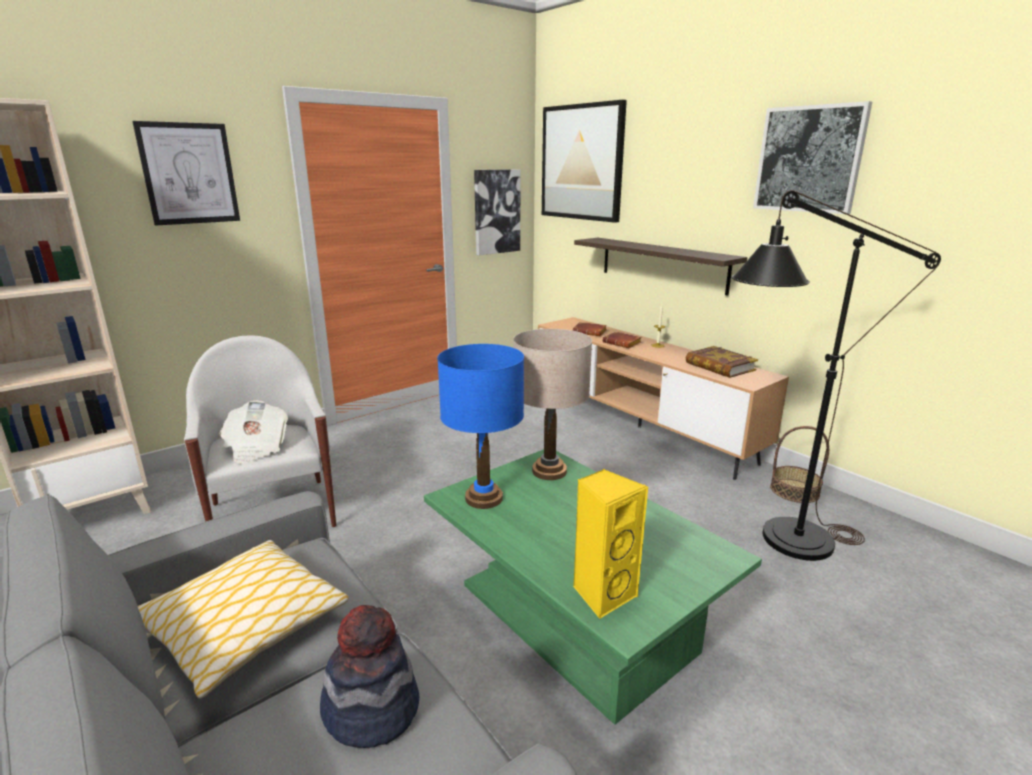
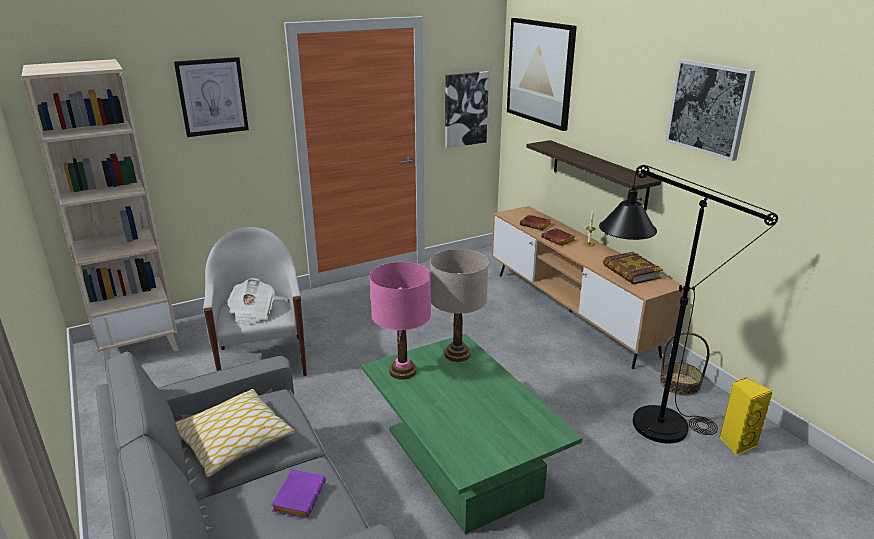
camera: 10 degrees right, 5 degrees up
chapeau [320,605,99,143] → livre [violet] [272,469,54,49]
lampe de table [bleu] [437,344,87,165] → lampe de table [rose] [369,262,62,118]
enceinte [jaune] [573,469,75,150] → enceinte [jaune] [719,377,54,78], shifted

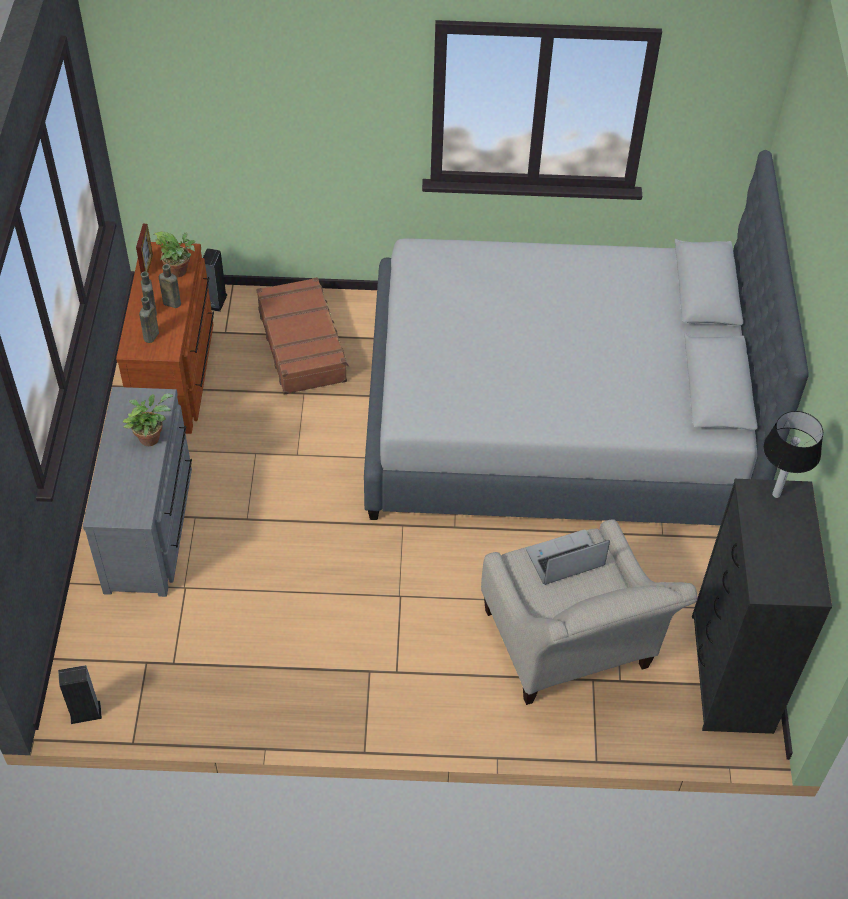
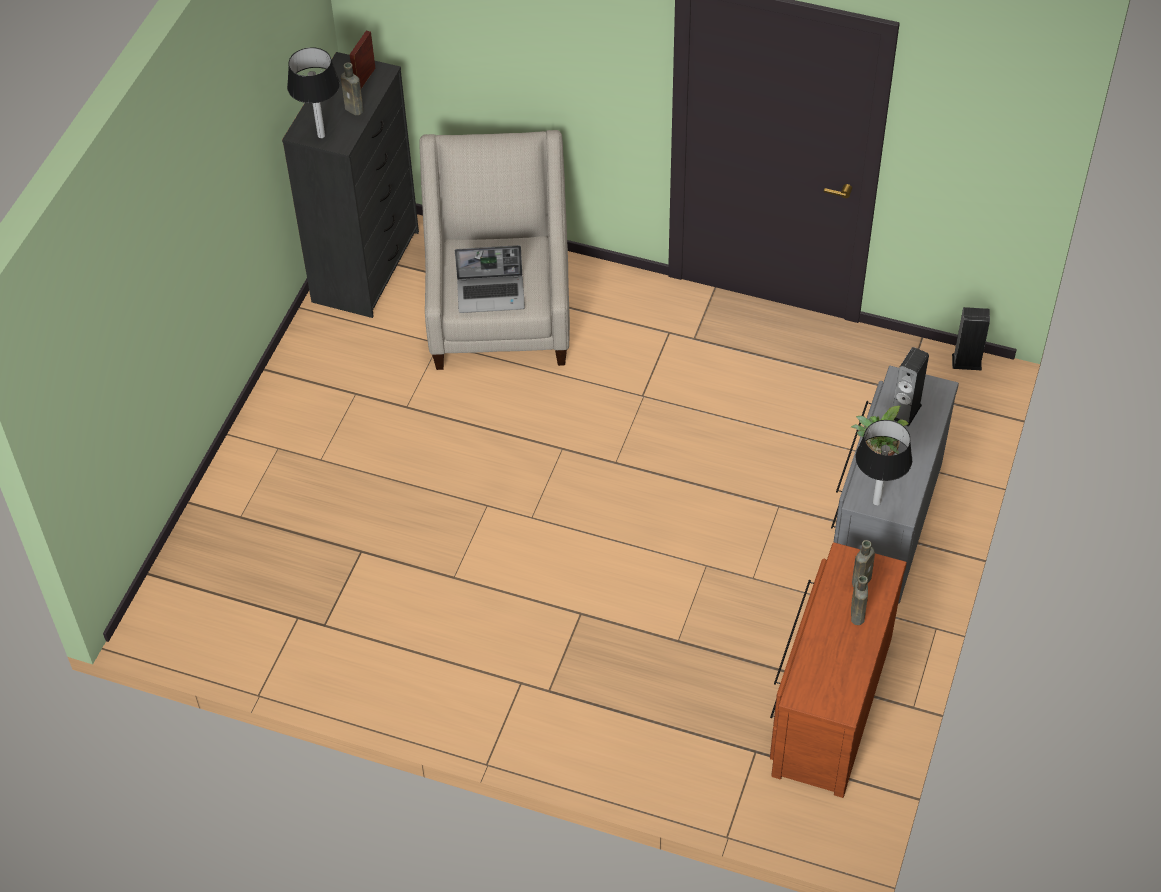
camera: 160 degrees left, 0 degrees up
cadre photo [136,224,17,49] → cadre photo [350,31,25,58], shifted
plante en pot [154,232,42,45] → -
bouteille [marron] [159,264,22,44] → bouteille [marron] [341,62,22,53], shifted
enceinte [203,248,25,64] → enceinte [893,347,36,80], shifted
valise [marron] [256,277,93,118] → -
lit [gris] [364,150,445,375] → -
- → lampe de table [856,420,56,86]

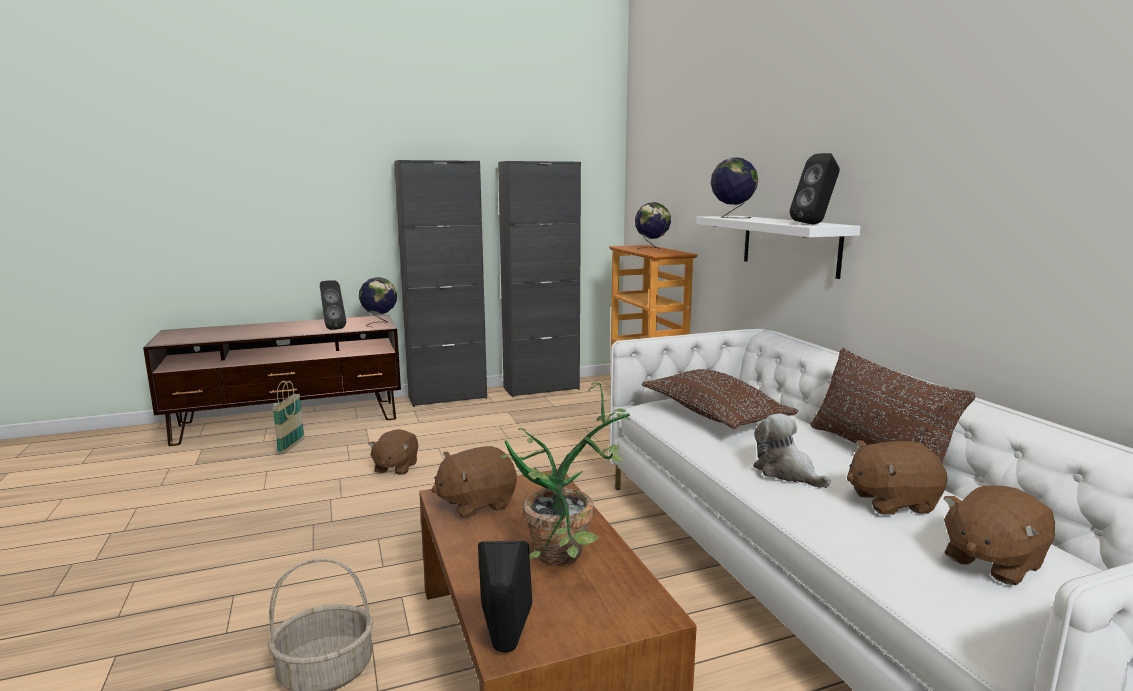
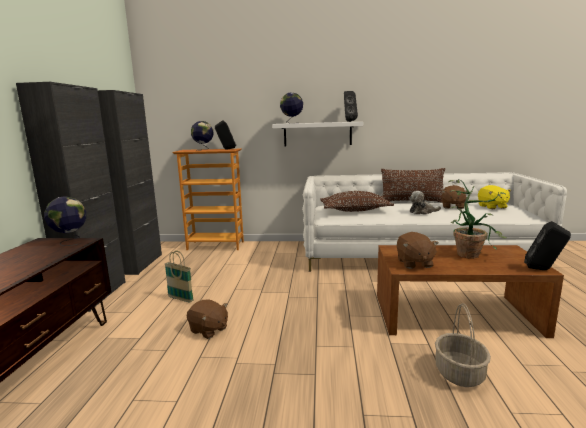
camera: 65 degrees left, 0 degrees up
panier [272,381,33,73] → panier [165,251,29,51], shifted
enceinte [noir] [320,280,26,50] → enceinte [noir] [215,120,21,29], shifted
peluche [marron] [943,486,112,99] → peluche [jaune] [478,185,33,24]

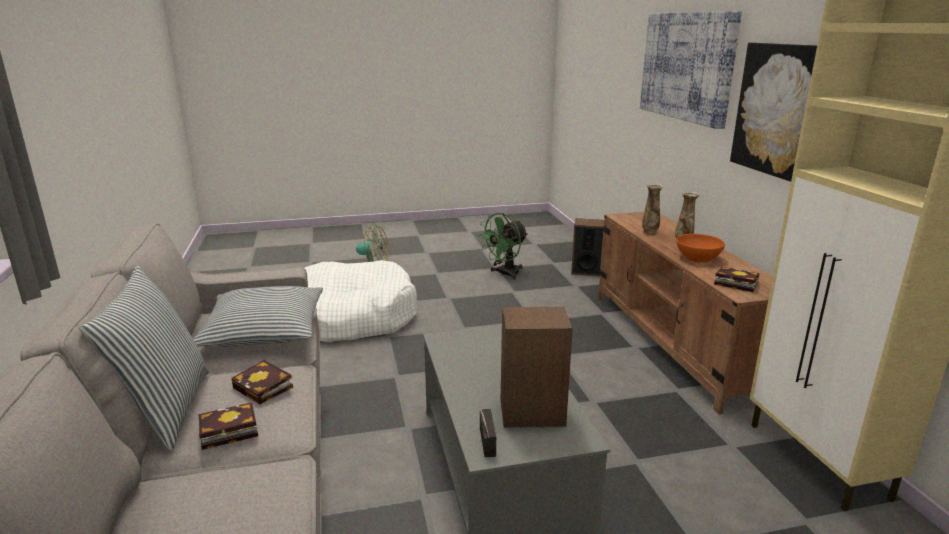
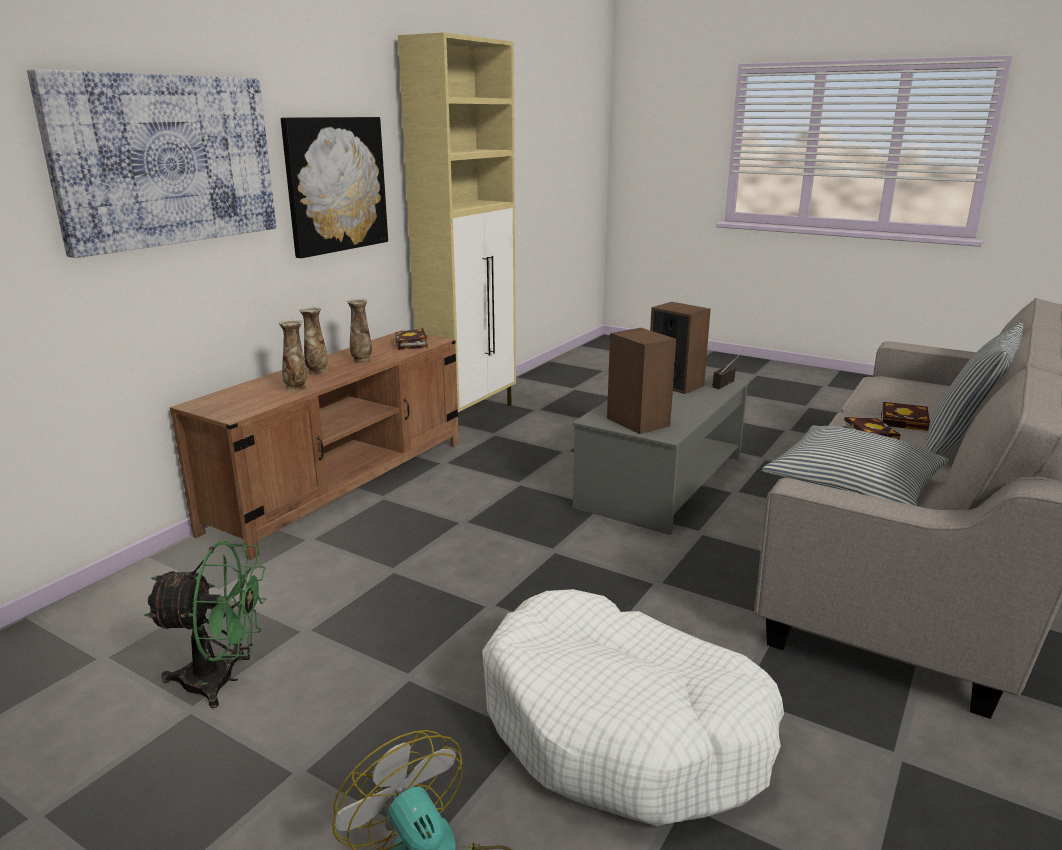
camera: 135 degrees left, 0 degrees up
enceinte [571,218,33,58] → enceinte [607,328,69,106], shifted
bol [orange] [676,234,49,29] → vase [347,299,25,65]

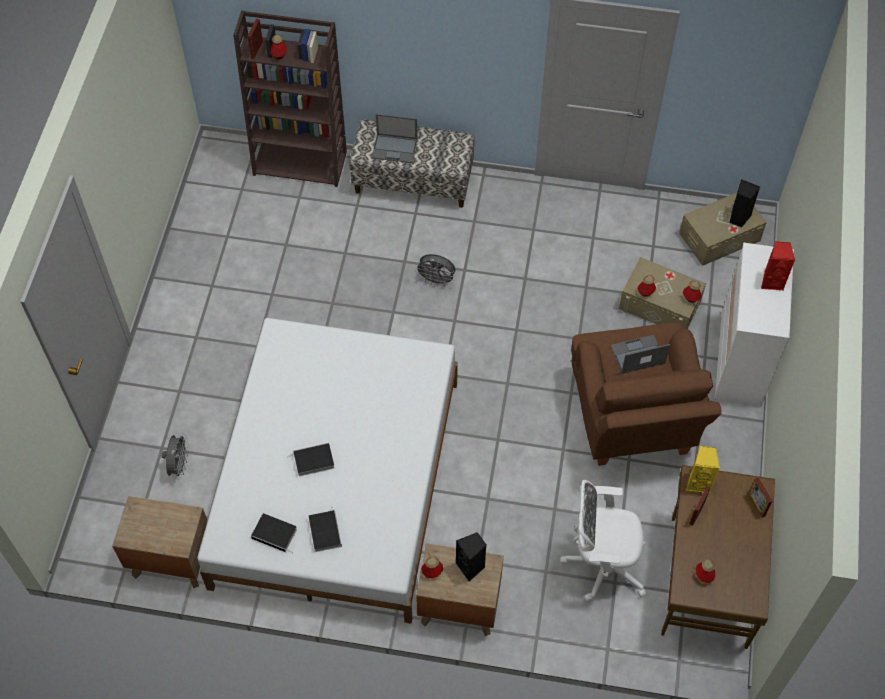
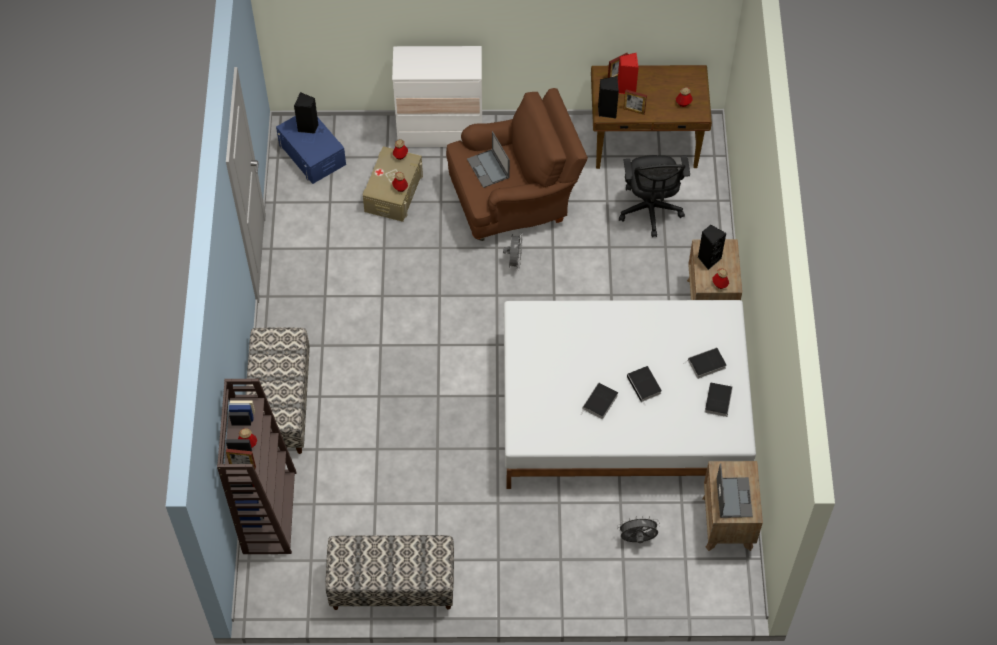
camera: 100 degrees left, 0 degrees up
ordinateur portable [372,114,46,49] → ordinateur portable [716,463,37,55], shifted
ventilateur [gris] [415,254,41,32] → ventilateur [gris] [503,232,20,39], shifted
chaise de bureau [blanc] [560,480,86,122] → chaise de bureau [noir] [619,155,71,82]
boîte de rangement [beige] [679,193,88,73] → boîte de rangement [bleu] [276,116,70,68]
enceinte [jaune] [686,446,34,47] → enceinte [noir] [598,76,21,43]
enceinte [rouge] [761,241,34,49] → enceinte [rouge] [618,53,21,41], shifted
- → banc [326,535,128,75]
- → livre [581,382,37,37]

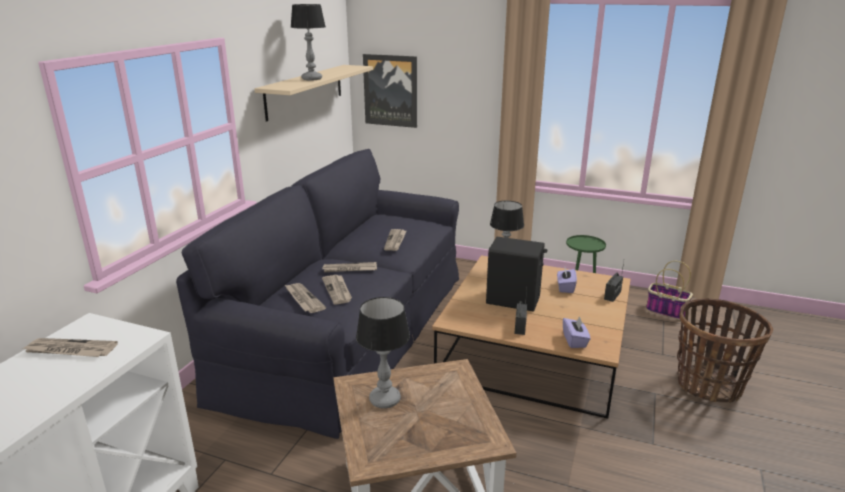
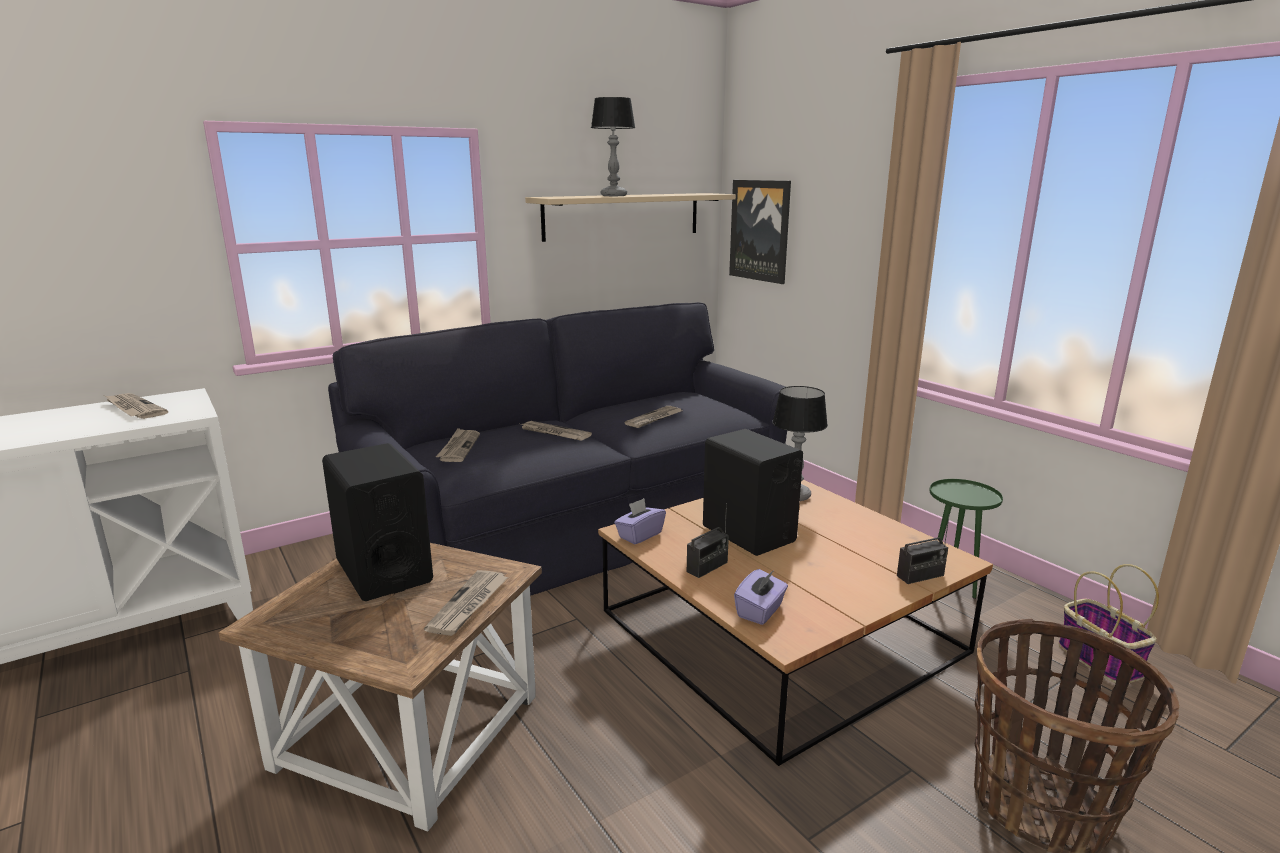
camera: 35 degrees right, 5 degrees down
journal [322,275,30,30] → journal [424,570,84,66], shifted
lampe de table [356,297,54,112] → enceinte [noir] [322,443,111,158]
boîte à mouchoirs [violet] [557,268,20,25] → boîte à mouchoirs [violet] [614,498,52,46], shifted

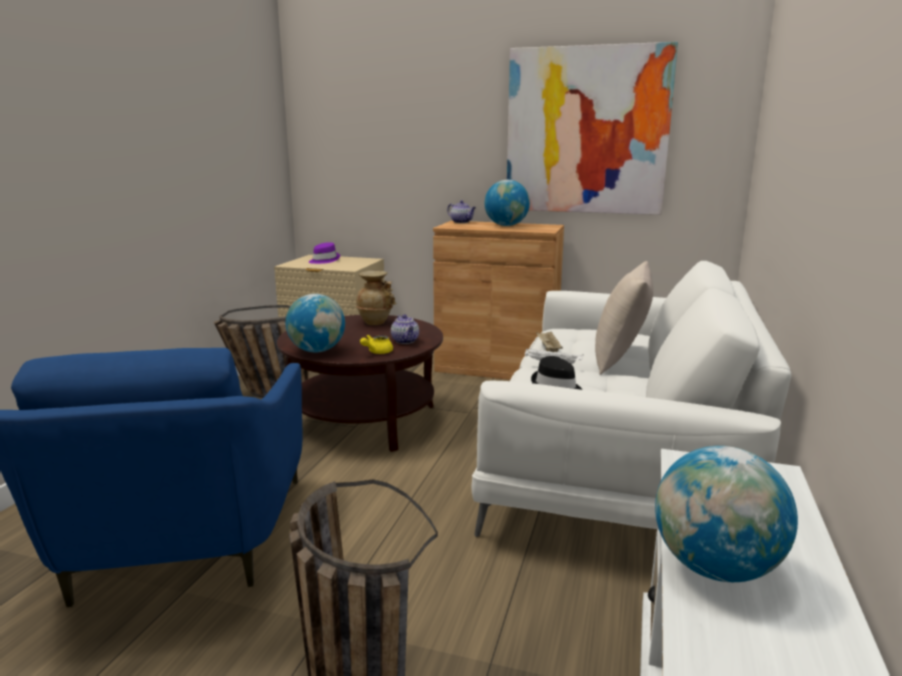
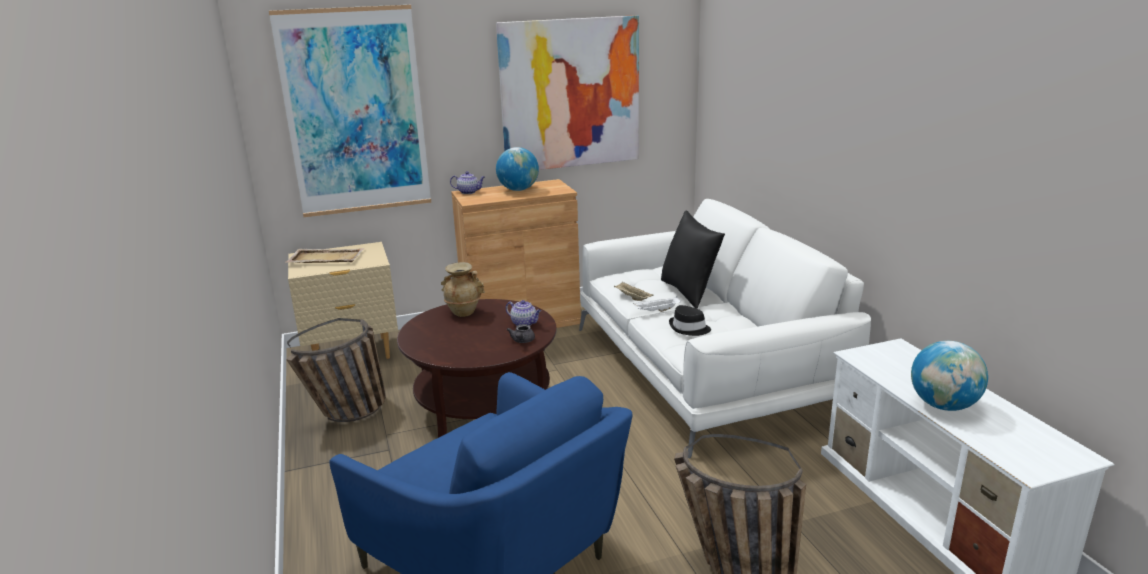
camera: 35 degrees left, 5 degrees up
globe [286,294,59,58] → -
chapeau [violet] [309,243,31,21] → plateau [beige] [285,248,79,15]
théière [jaune] [360,335,33,19] → théière [gris] [507,324,28,19]
coussin [beige] [595,261,58,114] → coussin [noir] [661,211,64,98]
- → tableau [269,5,162,212]

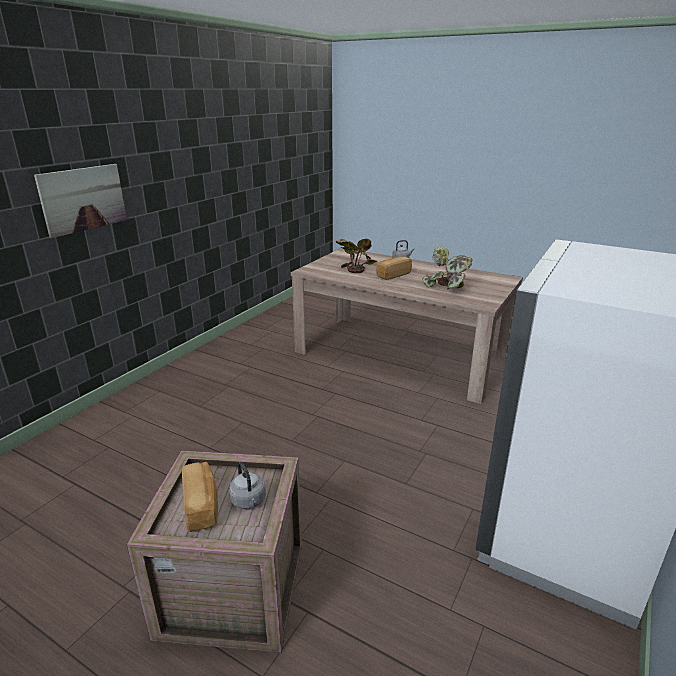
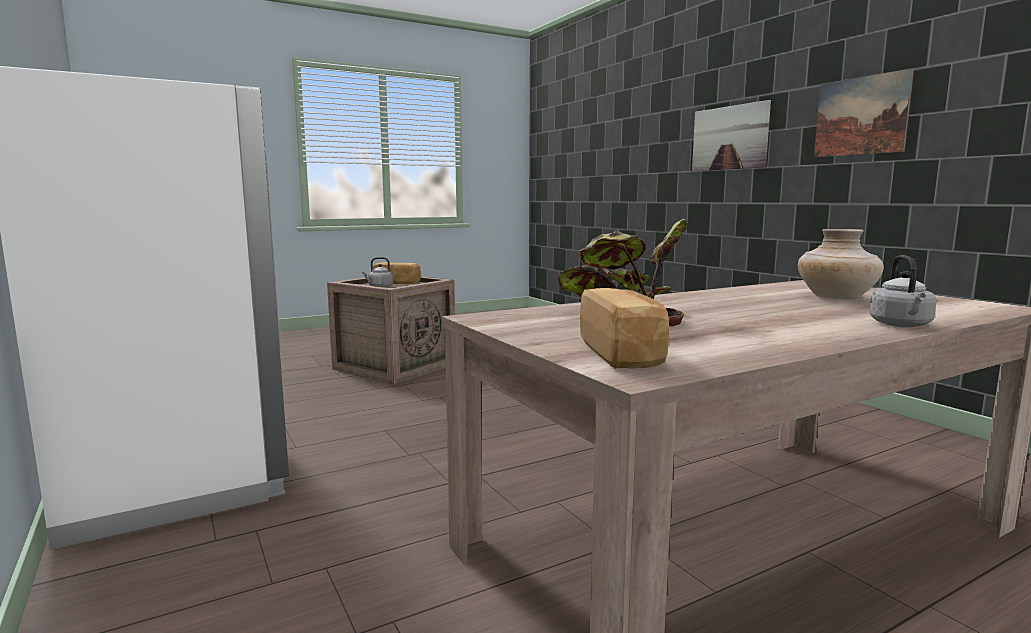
camera: 120 degrees right, 15 degrees down
plante en pot [336,238,42,35] → vase [beige] [798,229,86,70]
pain [376,257,36,23] → pain [580,288,89,81], shifted
- → tableau [814,68,100,89]

